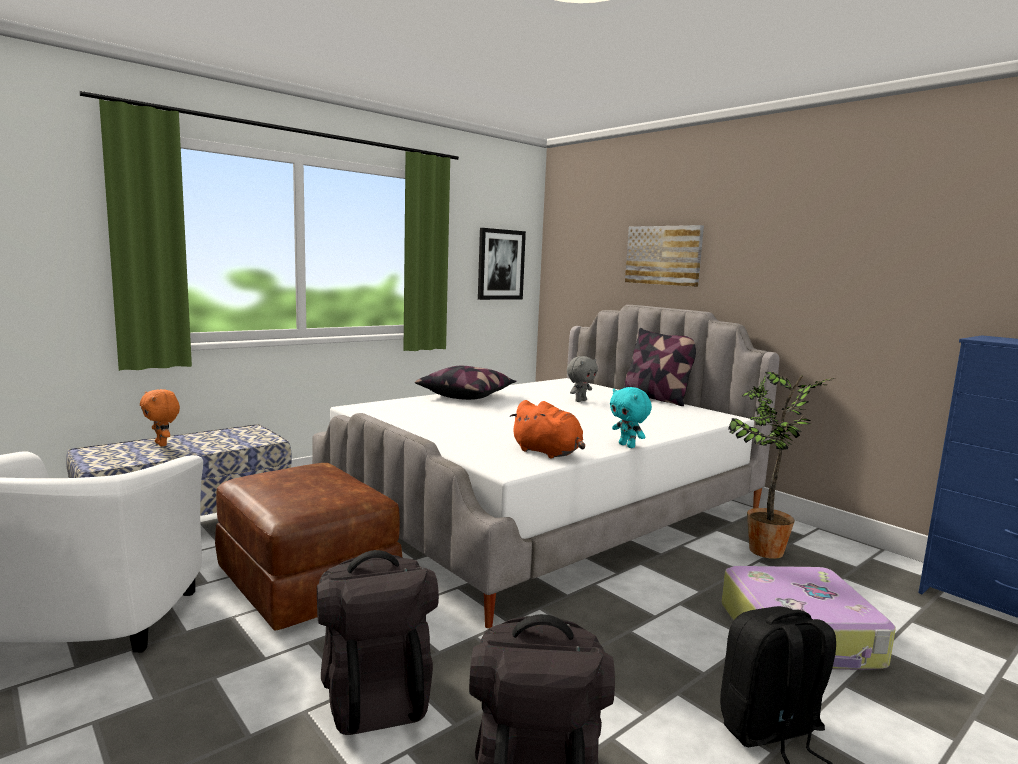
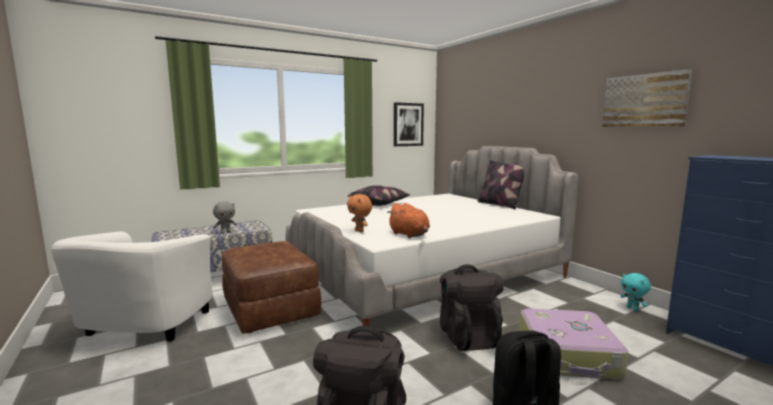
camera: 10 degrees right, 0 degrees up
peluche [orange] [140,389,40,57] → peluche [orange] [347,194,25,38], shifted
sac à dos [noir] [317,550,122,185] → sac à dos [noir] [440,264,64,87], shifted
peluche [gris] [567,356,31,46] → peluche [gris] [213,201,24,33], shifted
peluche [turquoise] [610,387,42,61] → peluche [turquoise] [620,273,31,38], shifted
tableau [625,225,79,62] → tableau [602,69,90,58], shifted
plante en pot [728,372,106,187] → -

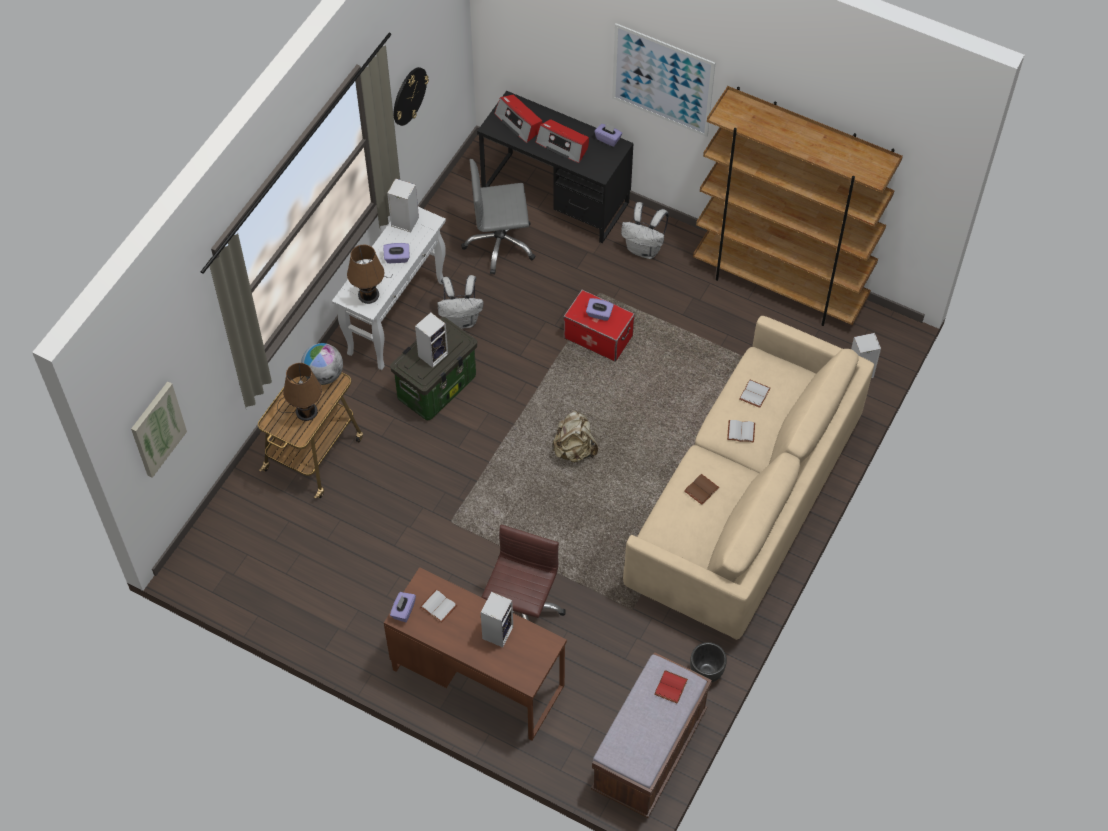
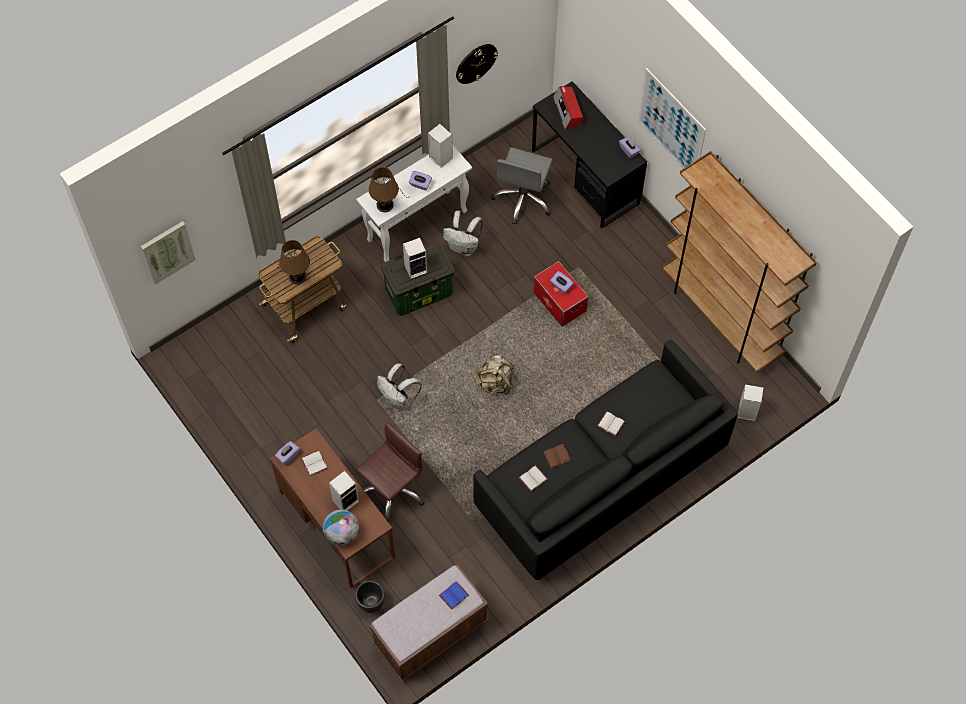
camera: 25 degrees right, 5 degrees up
globe [301,343,42,42] → globe [323,509,36,37], shifted
chaise de bureau [gris] [461,159,75,116] → chaise de bureau [gris] [491,147,62,77], 90 degrees counterclockwise
radio [536,119,53,44] → -
sac à dos [blanc] [621,202,48,57] → sac à dos [blanc] [377,363,45,48], shifted
canapé [beige] [623,316,251,324] → canapé [noir] [473,340,265,240]
livre [rouge] [654,670,34,34] → livre [bleu] [439,581,30,29]
cache-pot [noir] [690,642,37,40] → cache-pot [noir] [355,580,30,33], shifted
livre [blanc] [739,380,31,28] → livre [blanc] [519,465,29,27], shifted

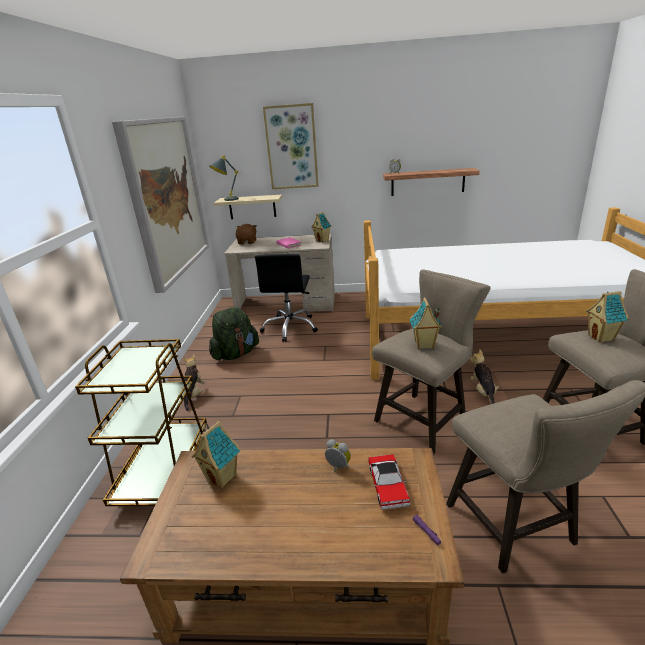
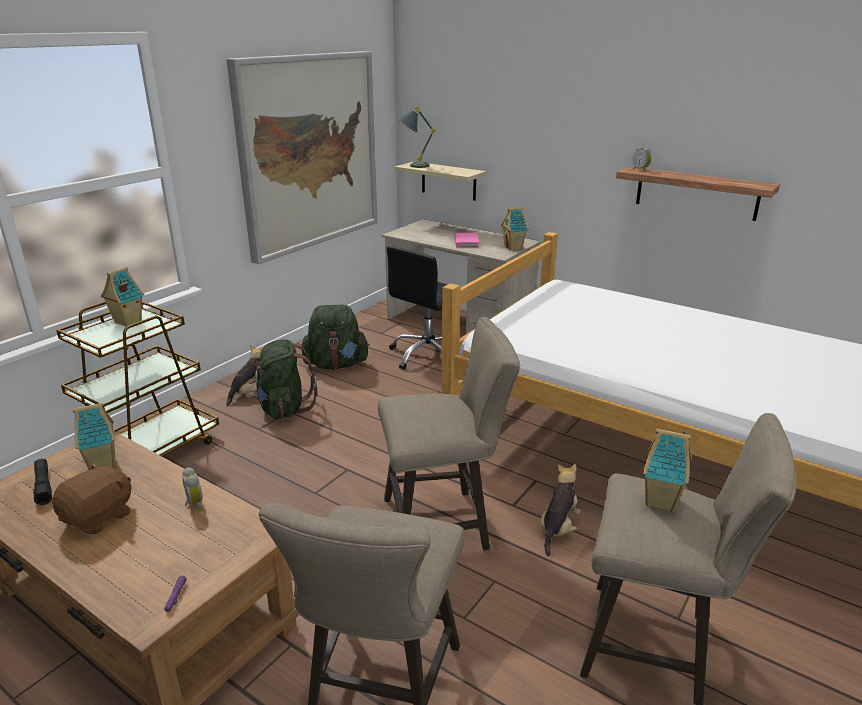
camera: 30 degrees right, 0 degrees up
peluche [marron] [236,224,21,20] → peluche [marron] [52,463,79,71], shifted
tableau [263,103,56,86] → -
petite voiture [368,454,42,56] → -
maison miniature [410,297,32,52] → maison miniature [101,267,43,61], shifted
- → lampe de poche [noir] [34,458,18,47]
- → sac à dos [vert] [249,339,68,80]

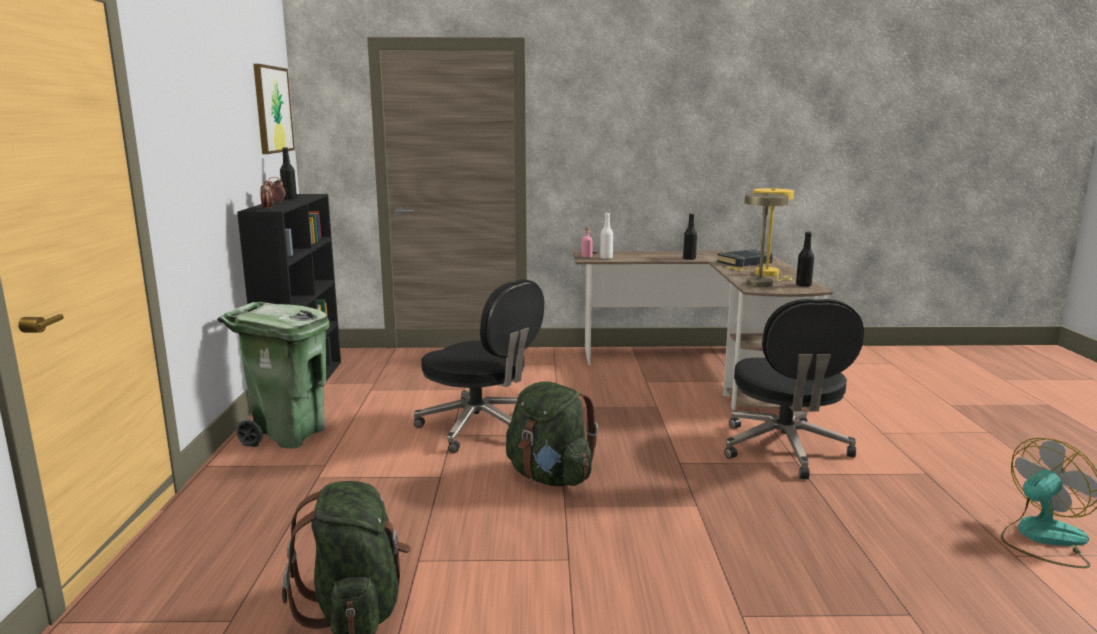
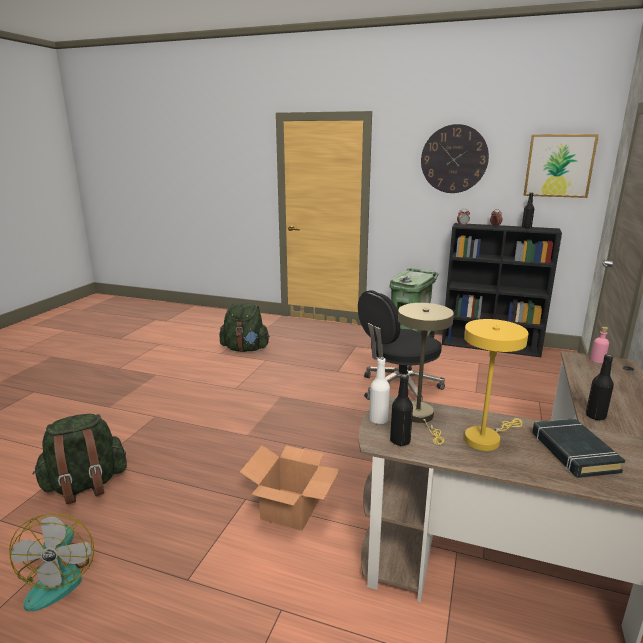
camera: 110 degrees right, 5 degrees up
sac à dos [vert] [506,381,92,105] → sac à dos [vert] [33,414,94,90], shifted
bouteille [blanc] [600,213,13,46] → bouteille [blanc] [369,357,21,67], shifted
chaise de bureau [noir] [724,299,140,180] → carton [240,446,100,85]
- → horloge murale [421,124,68,69]

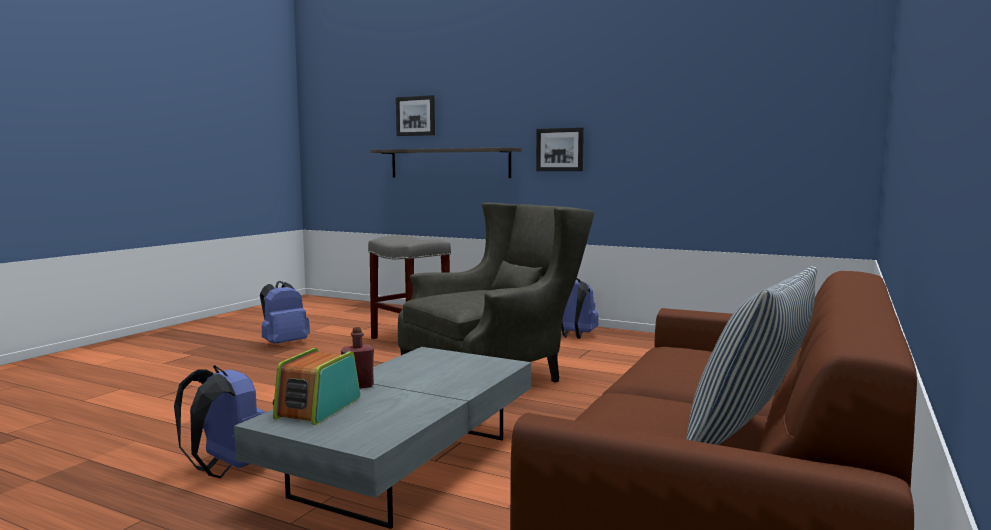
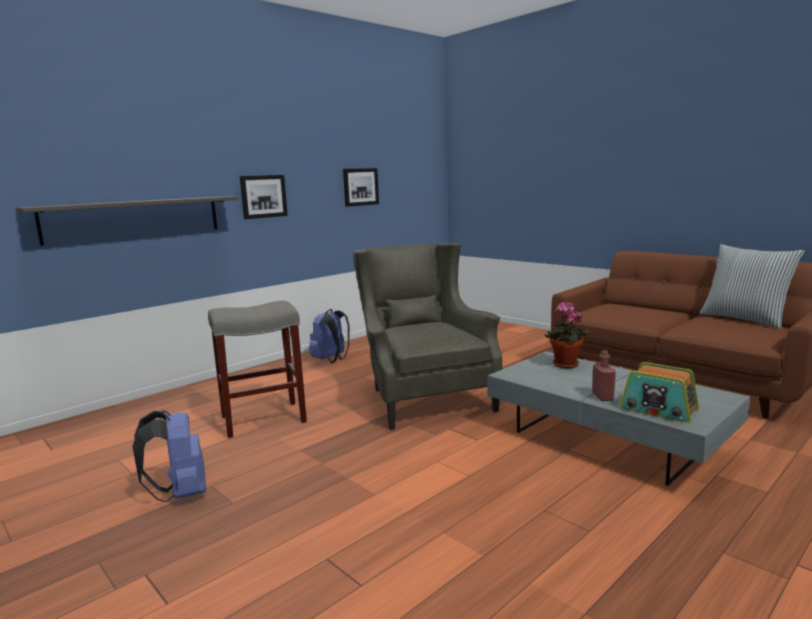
camera: 70 degrees left, 5 degrees up
sac à dos [bleu] [174,365,91,113] → -
tableau [396,95,39,41] → tableau [343,168,36,39], shifted
- → plante en pot [545,302,44,67]

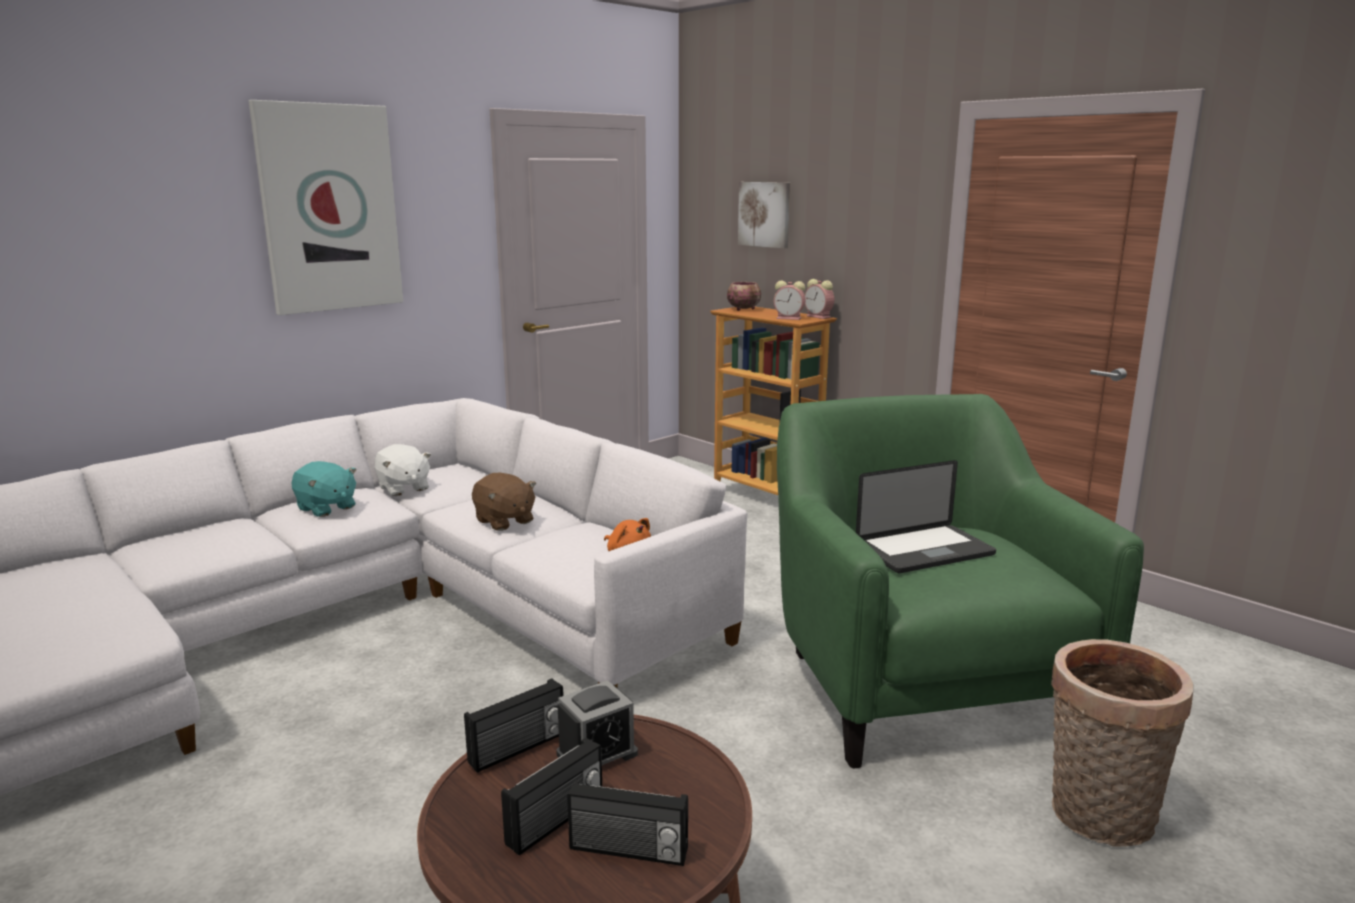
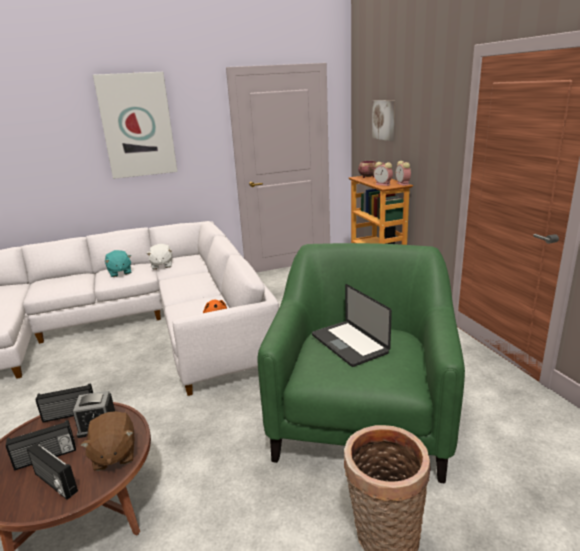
camera: 25 degrees right, 5 degrees up
peluche [marron] [472,473,65,58] → peluche [marron] [80,411,54,60], shifted
ordinateur portable [856,460,140,113] → ordinateur portable [312,284,80,83], 60 degrees clockwise

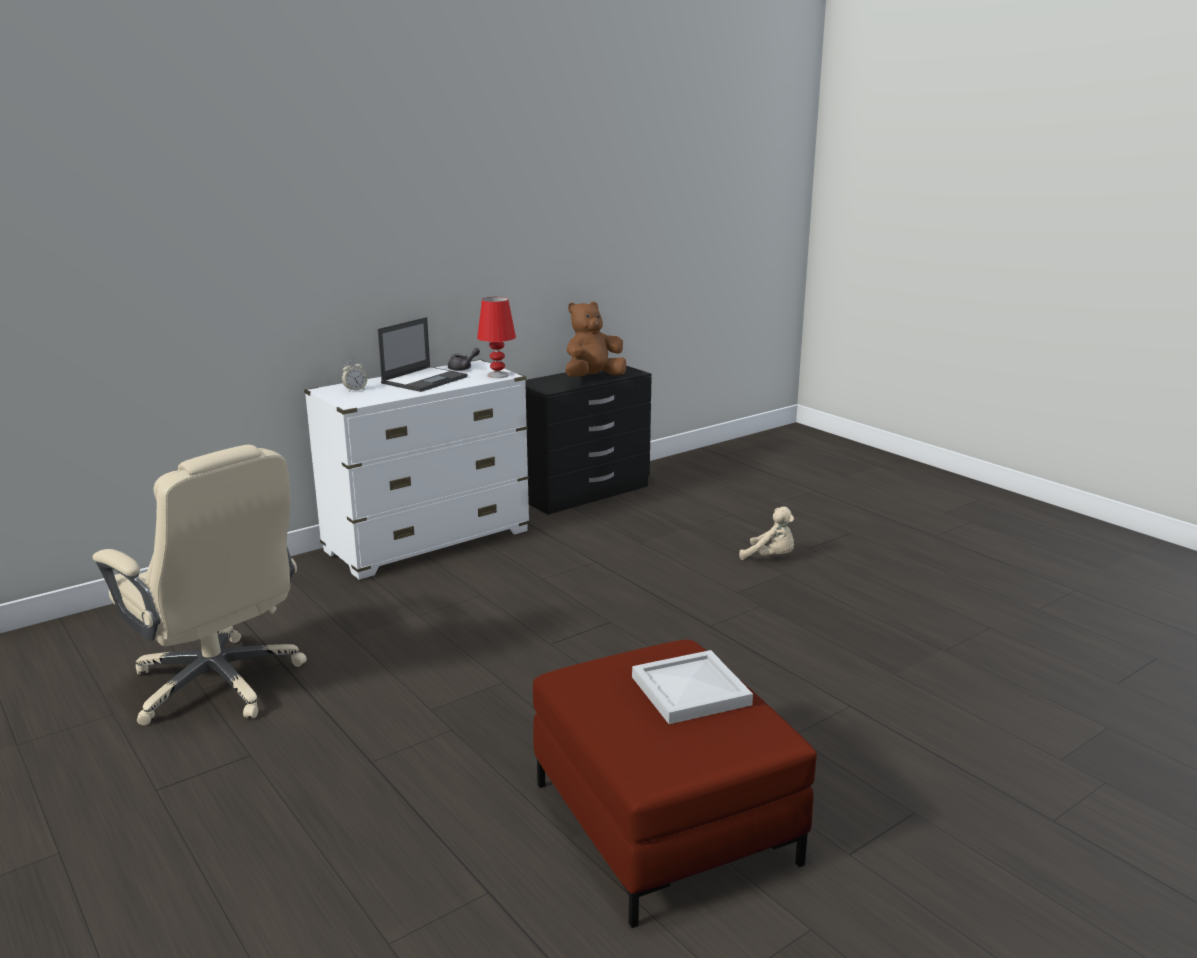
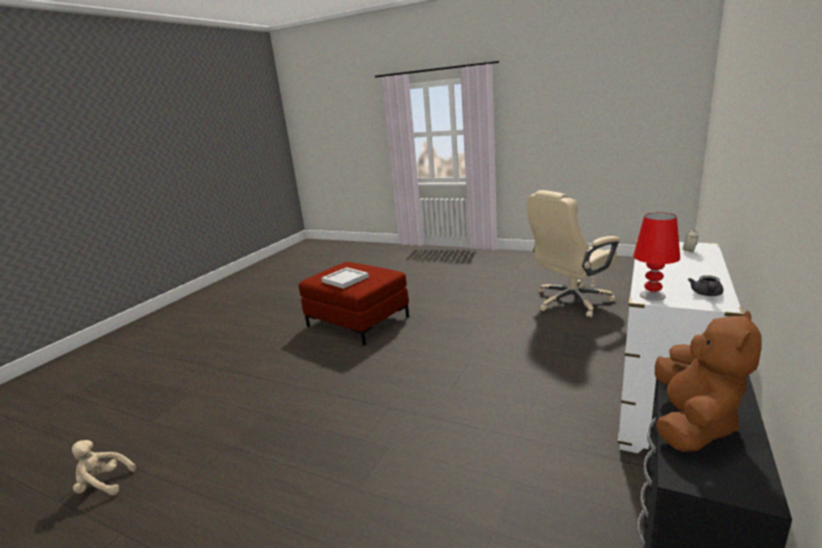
camera: 155 degrees right, 0 degrees up
chaise de bureau [beige] [93,445,214,280] → chaise de bureau [beige] [527,190,93,127], 45 degrees counterclockwise
ordinateur portable [378,317,89,75] → -
peluche [beige] [739,506,55,54] → peluche [beige] [72,440,64,55], shifted

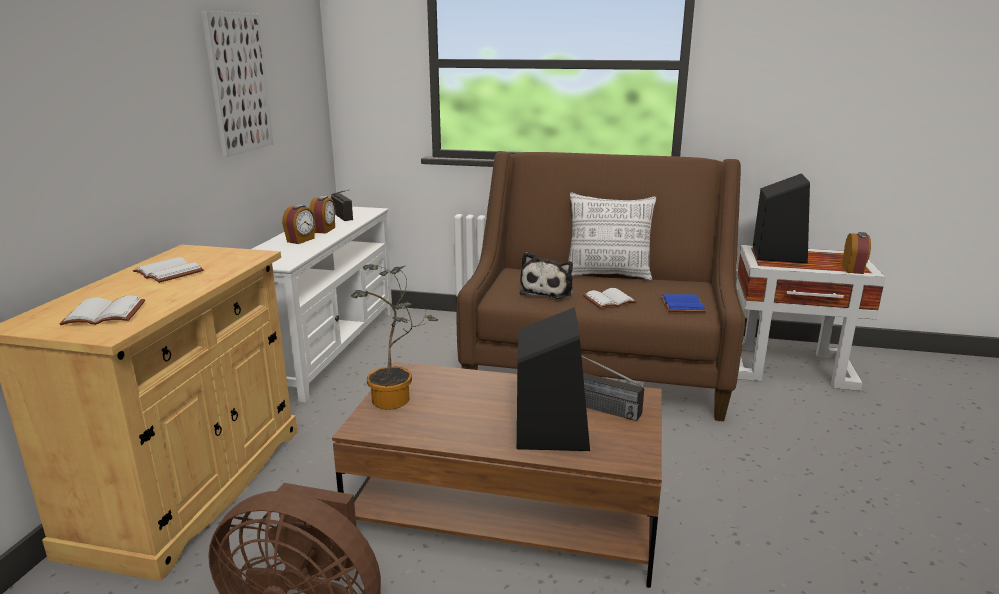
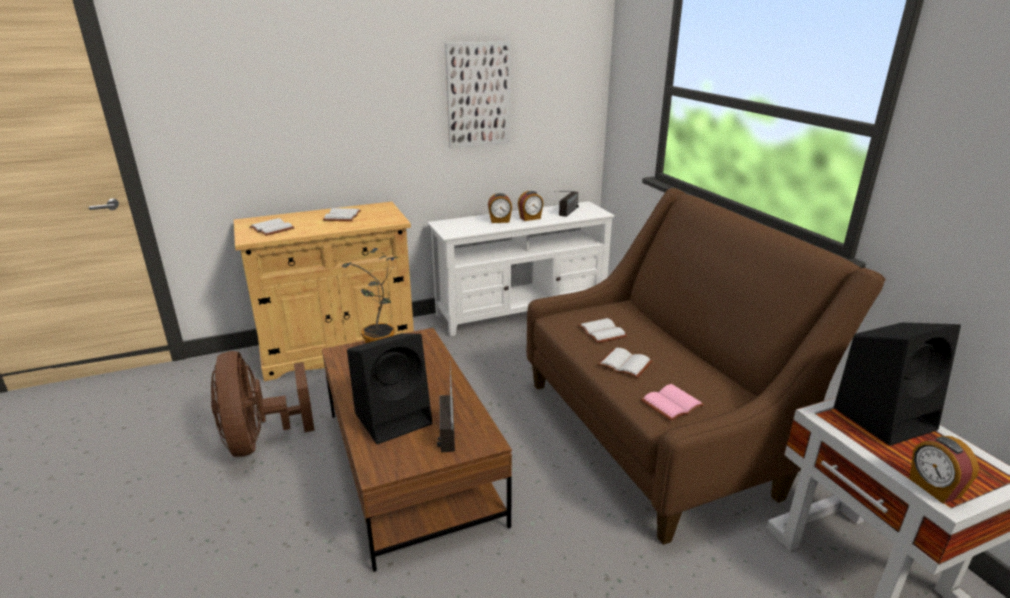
camera: 55 degrees right, 5 degrees up
peluche [520,252,53,47] → livre [blanc] [578,318,49,25]
coussin [568,193,88,88] → -
livre [bleu] [660,294,47,18] → livre [rose] [641,384,64,37]
réveil [842,232,29,42] → réveil [909,436,70,68], 90 degrees clockwise

